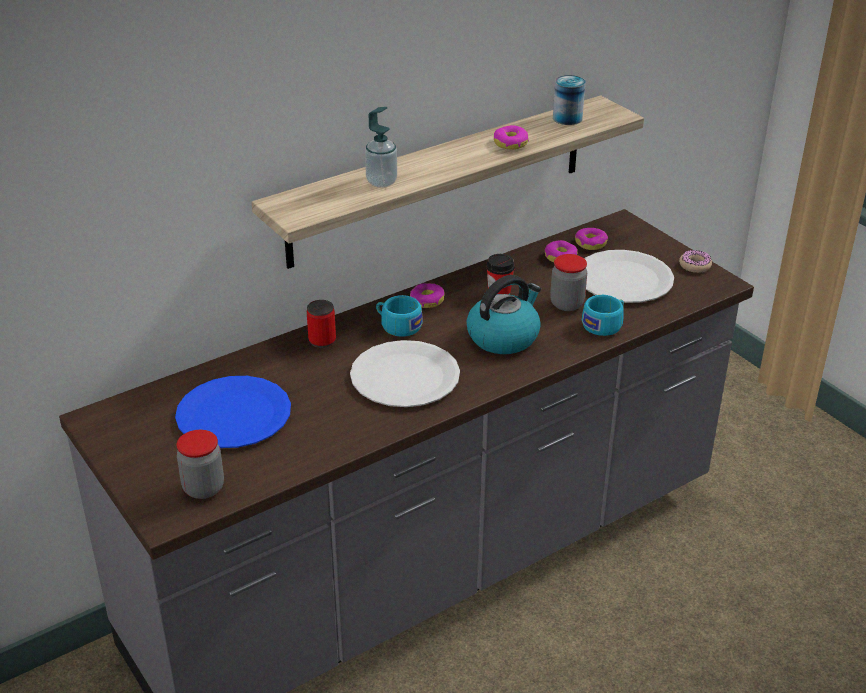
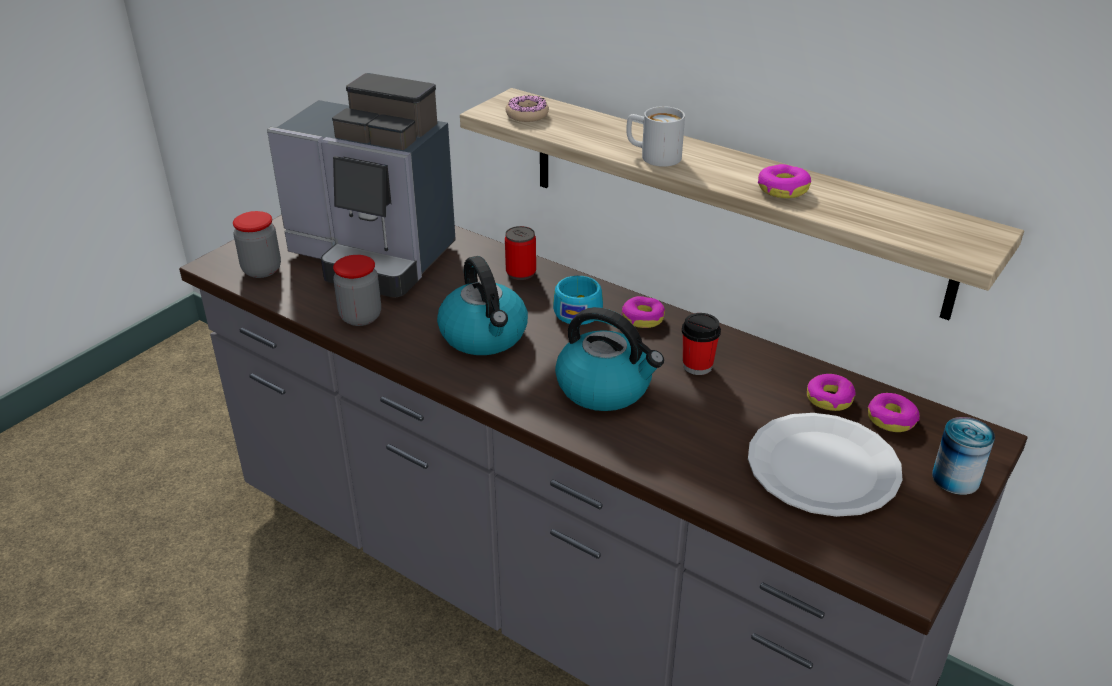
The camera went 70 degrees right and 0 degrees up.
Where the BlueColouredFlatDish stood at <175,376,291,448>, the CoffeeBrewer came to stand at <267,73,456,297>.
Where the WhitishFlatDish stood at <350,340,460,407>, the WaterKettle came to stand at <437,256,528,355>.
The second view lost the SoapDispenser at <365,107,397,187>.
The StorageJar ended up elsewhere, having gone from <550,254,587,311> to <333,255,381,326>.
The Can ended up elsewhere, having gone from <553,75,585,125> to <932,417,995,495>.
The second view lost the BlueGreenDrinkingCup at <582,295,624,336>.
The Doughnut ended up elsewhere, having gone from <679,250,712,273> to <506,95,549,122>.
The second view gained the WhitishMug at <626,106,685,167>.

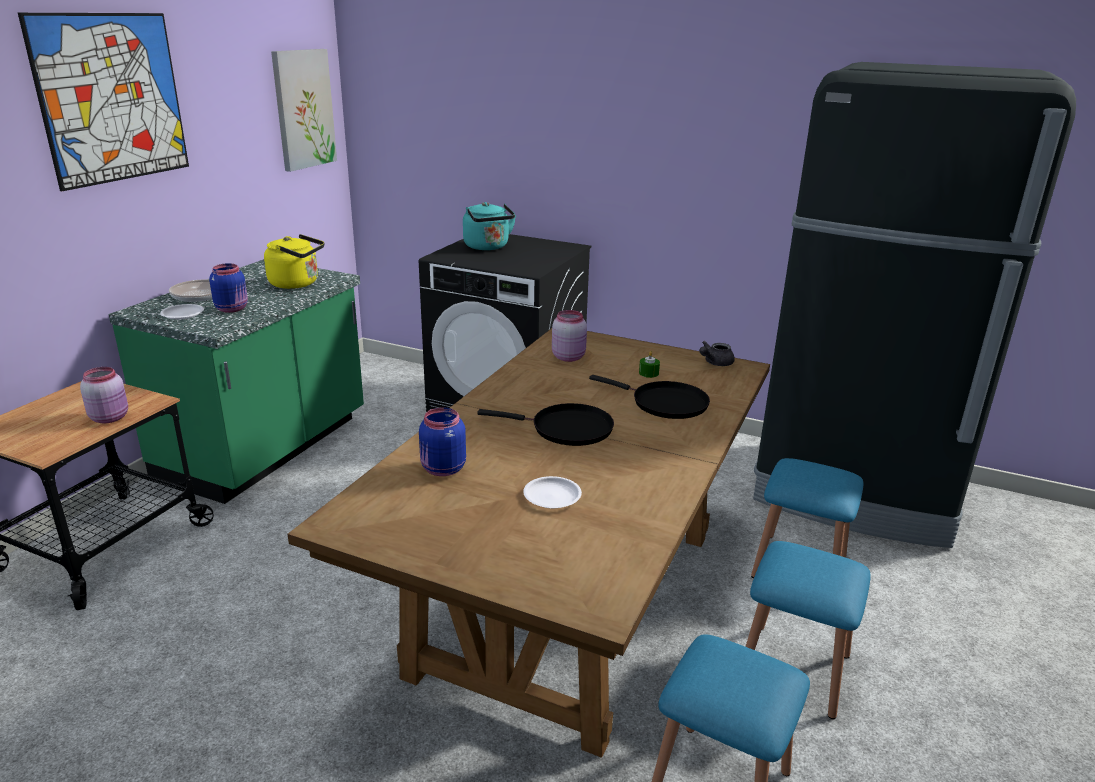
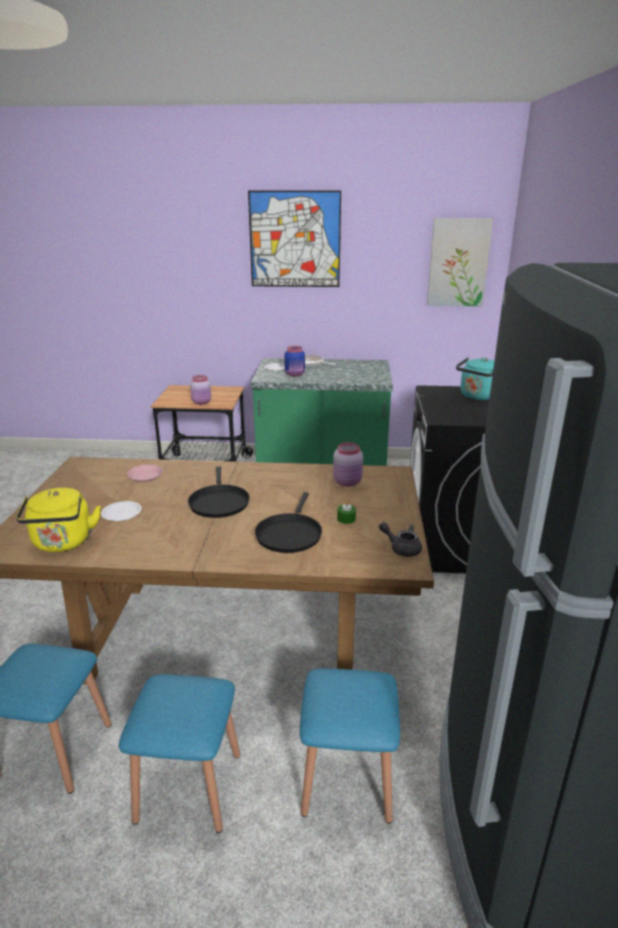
The camera went 70 degrees right and 0 degrees up.
The YellowishWaterKettle ended up elsewhere, having gone from <264,234,324,289> to <16,488,101,552>.
Where the BlueColouredStorageJar stood at <419,407,466,476>, the PinkishFlatDish came to stand at <127,464,163,482>.

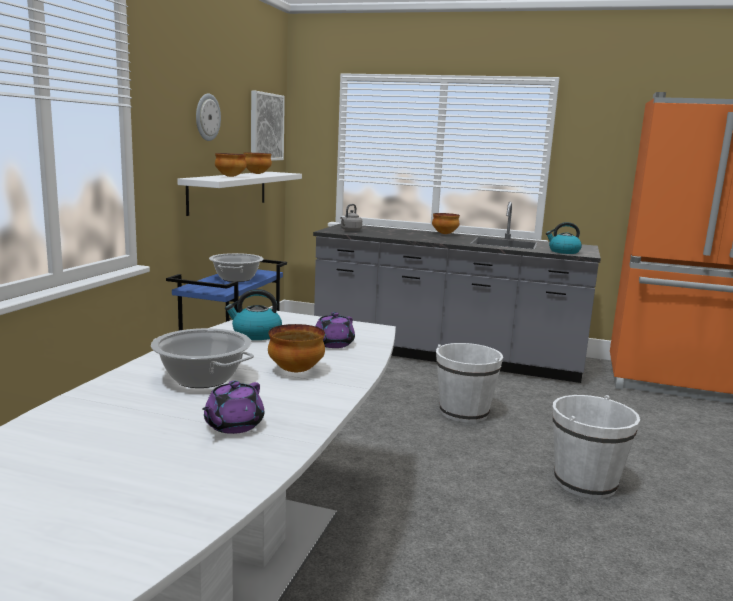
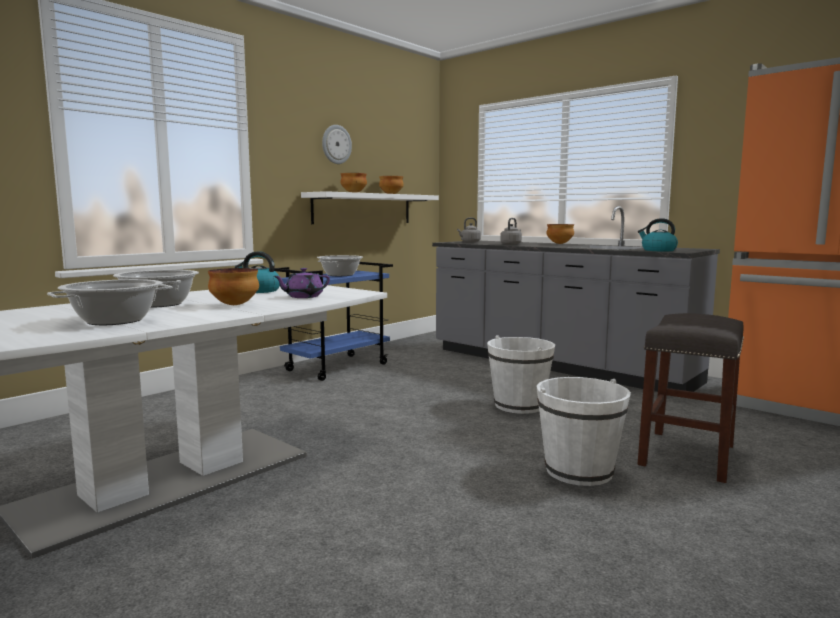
The camera went 25 degrees right and 5 degrees down.
Where the PurpleColouredTeaPot stood at <202,381,264,434>, the Saucepot came to stand at <47,279,173,325>.
The second view lost the Picture at <251,90,285,161>.
The second view gained the GreyWaterKettle at <500,218,522,245>.
The second view gained the GreyStoolSeat at <638,313,744,483>.

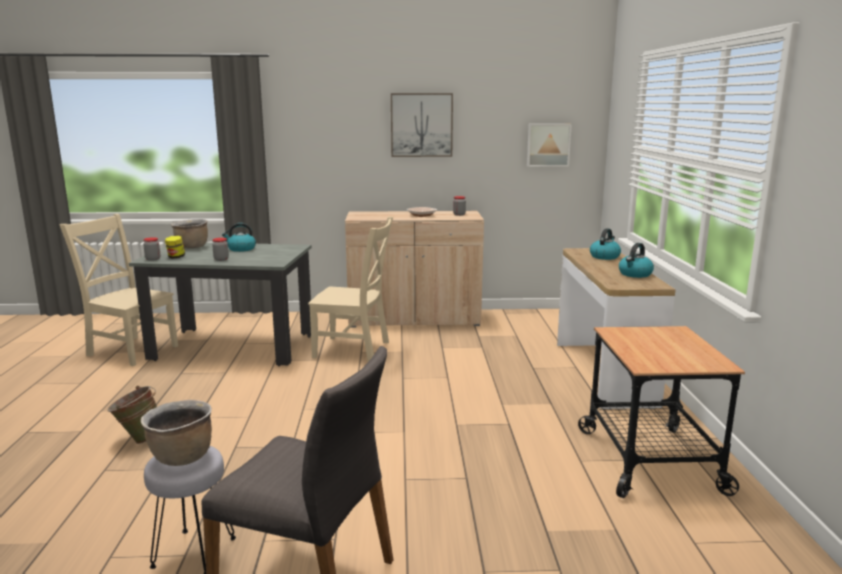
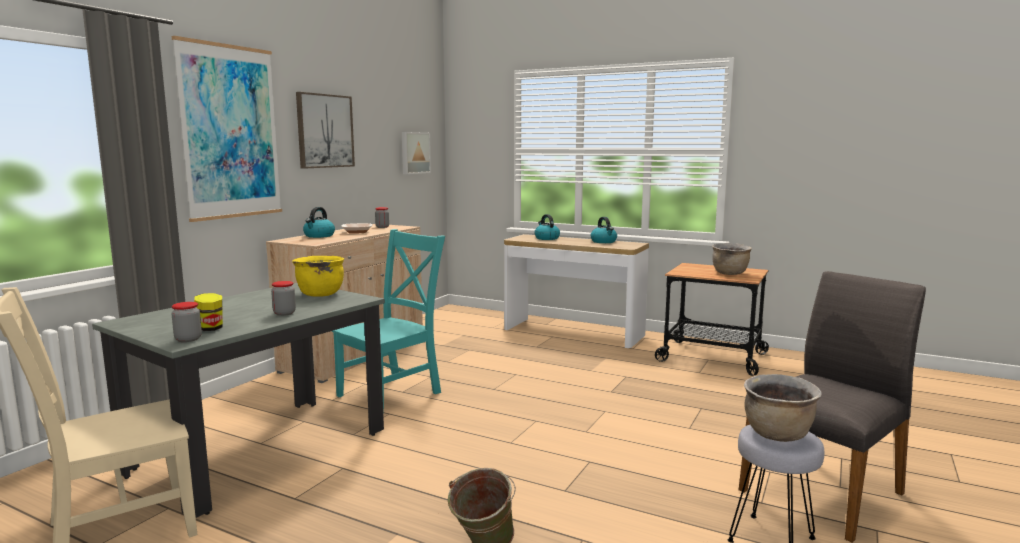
The camera went 60 degrees left and 5 degrees down.
The BrownColouredSaucepot ended up elsewhere, having gone from <171,219,208,248> to <712,243,752,275>.
The WaterKettle ended up elsewhere, having gone from <222,223,256,252> to <303,207,335,238>.
What was the SandColouredChair at <308,217,393,362> turned into the BlueGreenChair at <332,229,445,414>.
The second view gained the Picture at <172,36,282,222>.
The second view gained the YellowishSaucepot at <292,256,344,297>.

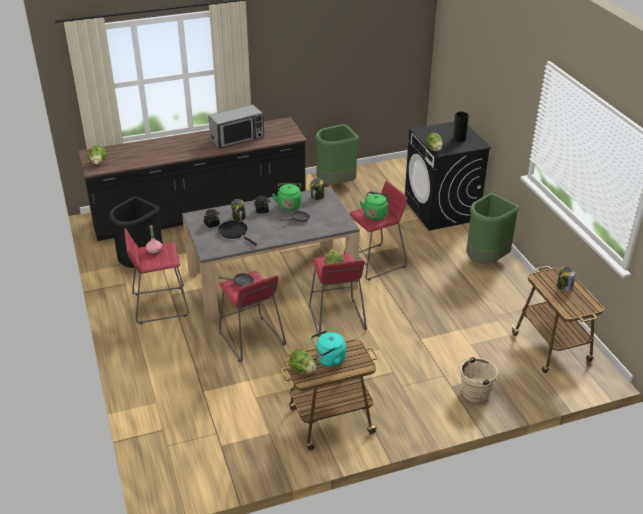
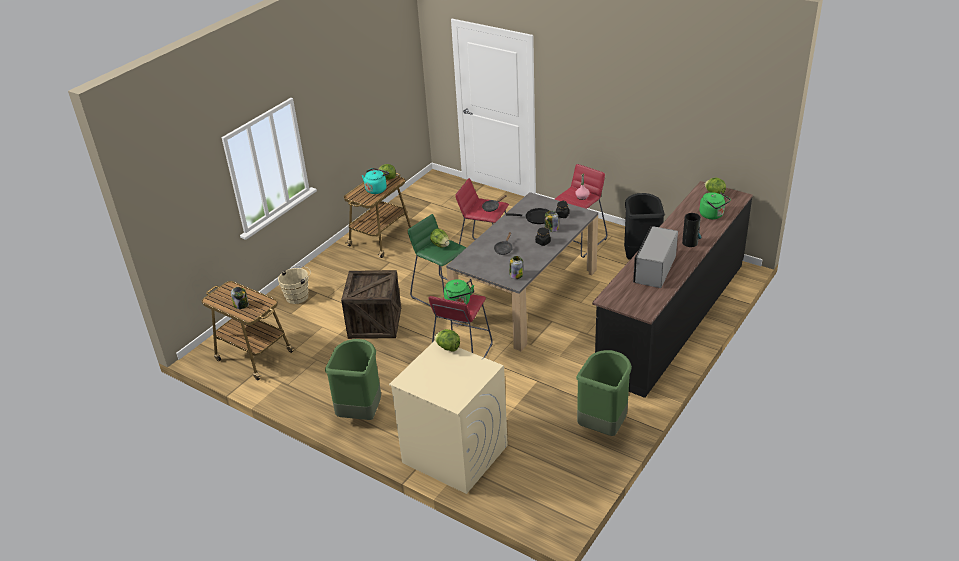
The camera went 145 degrees right and 0 degrees up.
The GreenishWaterKettle ended up elsewhere, having gone from <272,183,302,211> to <699,192,731,219>.
What was the RedStoolSeat at <309,253,367,337> turned into the GreenishStoolSeat at <408,214,474,307>.
What was the BlackLaundryAppliance at <405,122,491,231> turned into the SandColouredLaundryAppliance at <389,341,508,494>.
The FlowerVase ended up elsewhere, having gone from <452,112,469,142> to <682,213,702,247>.
The second view gained the Crate at <341,270,401,339>.

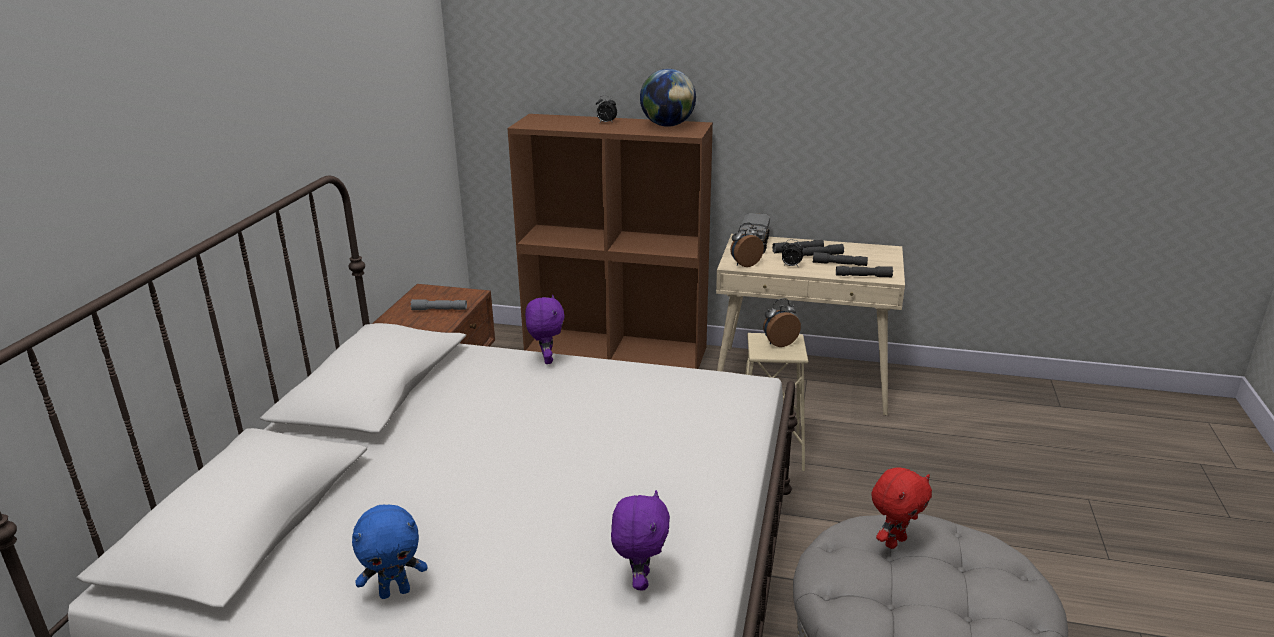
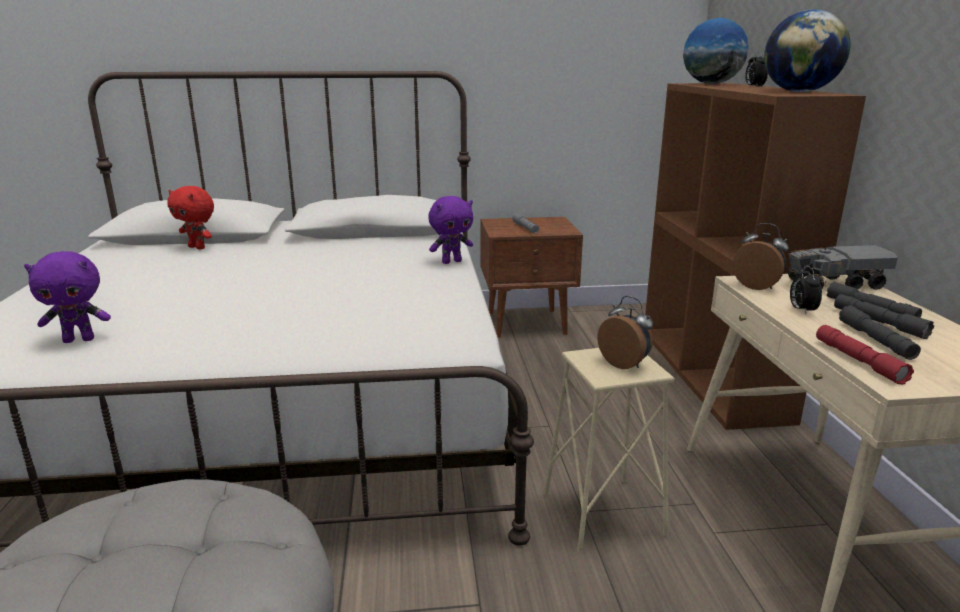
The camera went 70 degrees right and 5 degrees down.
The second view lost the BlueColouredSoftToy at <352,505,428,599>.
What was the GreyHandTorch at <836,266,893,278> turned into the RedHandTorch at <816,325,914,385>.
The RedSoftToy ended up elsewhere, having gone from <871,467,932,549> to <167,186,214,250>.
The second view gained the DeskGlobe at <683,18,749,84>.

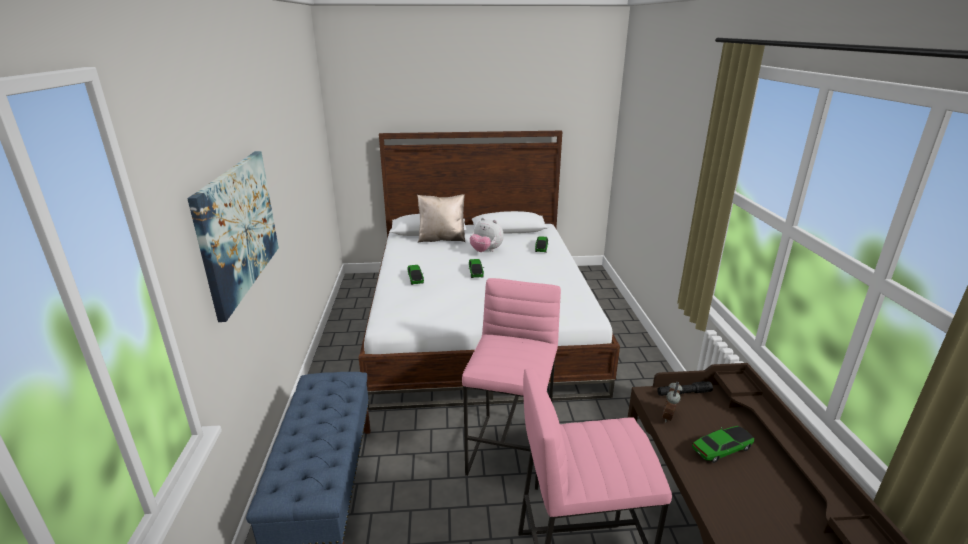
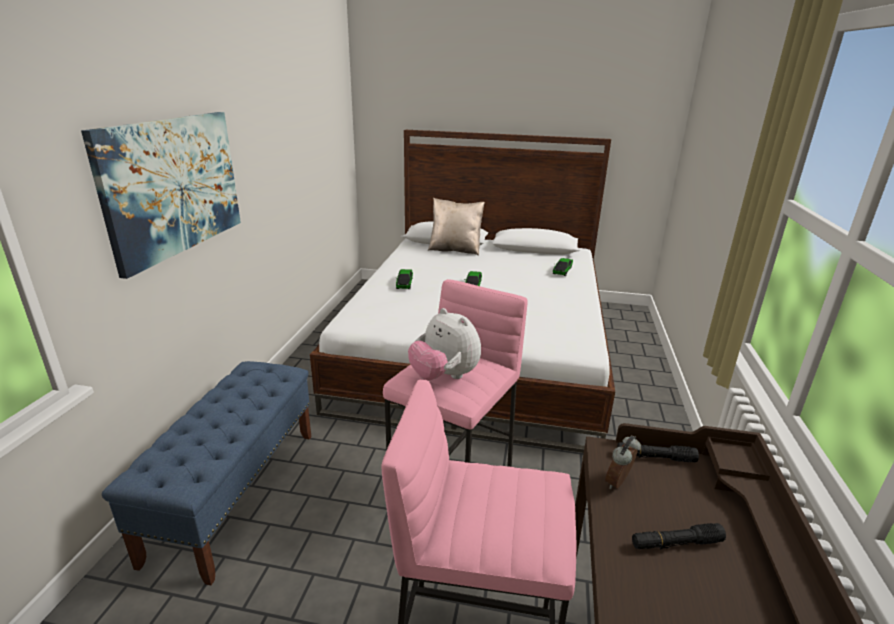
The camera went 15 degrees right and 0 degrees up.
The SoftToy ended up elsewhere, having gone from <470,218,504,252> to <408,308,481,380>.
Where the ModelCar stood at <692,426,754,463>, the BlackHandTorch came to stand at <632,523,726,549>.

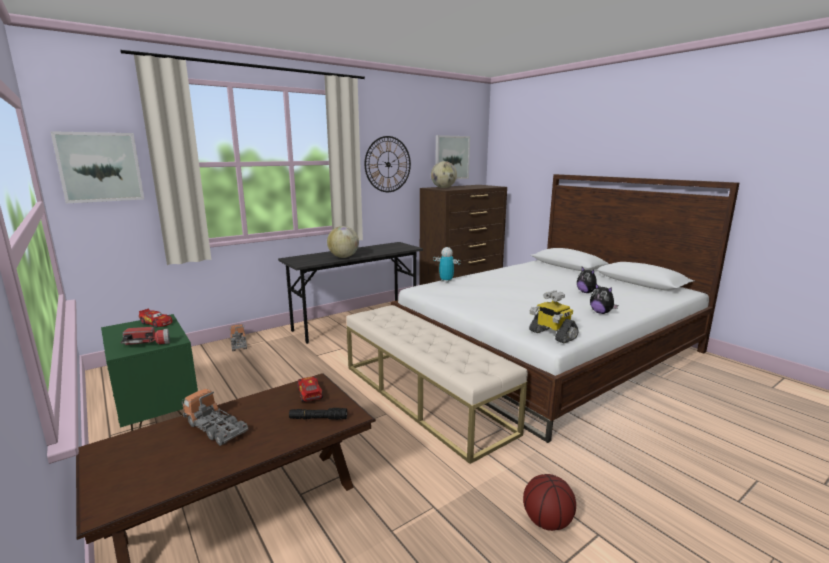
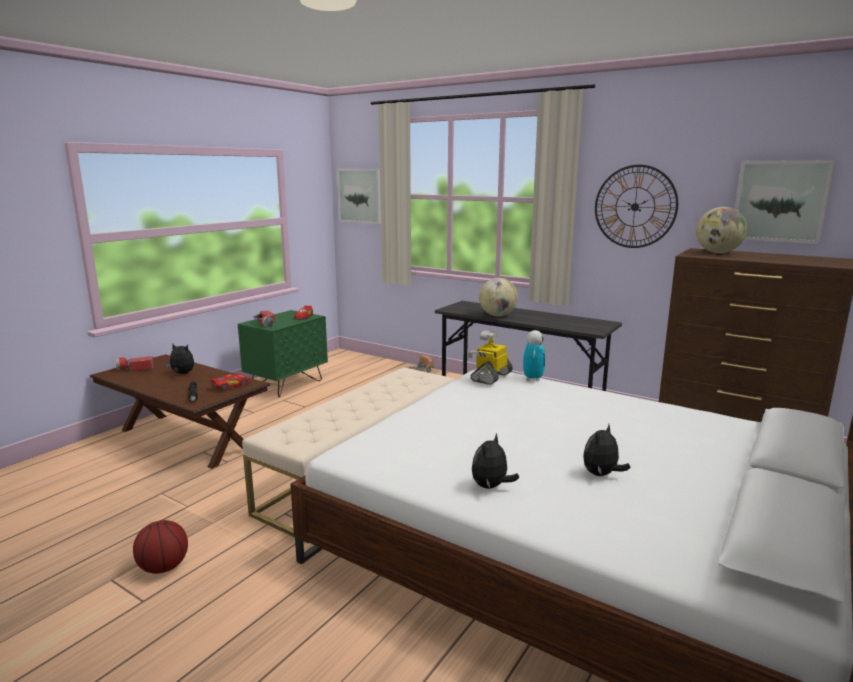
The camera went 70 degrees right and 0 degrees up.
Where the ToyLorry stood at <182,389,249,446>, the SoftToy came to stand at <165,344,194,374>.
The ModelRobot ended up elsewhere, having gone from <529,291,579,343> to <468,330,513,385>.
The second view gained the HandTorch at <115,356,154,371>.

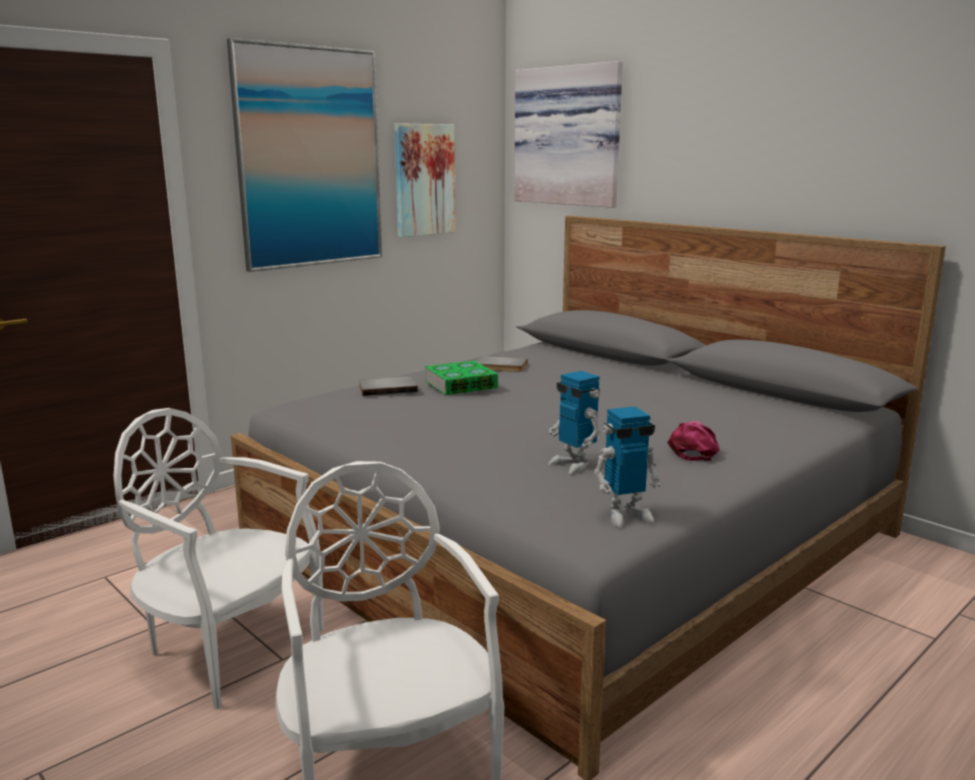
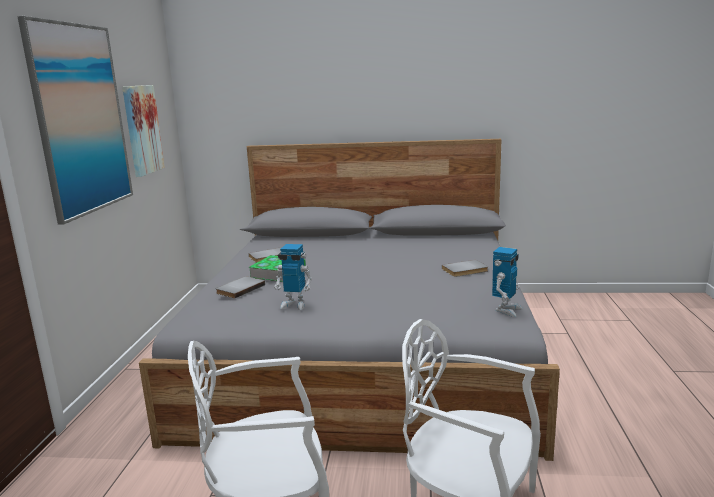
The camera went 40 degrees left and 0 degrees up.
The second view lost the Picture at <514,61,623,208>.
The ModelRobot ended up elsewhere, having gone from <548,371,600,475> to <274,244,312,310>.
Where the PinkishPeakedCap stood at <667,421,720,461>, the GreyBook came to stand at <442,260,488,277>.

